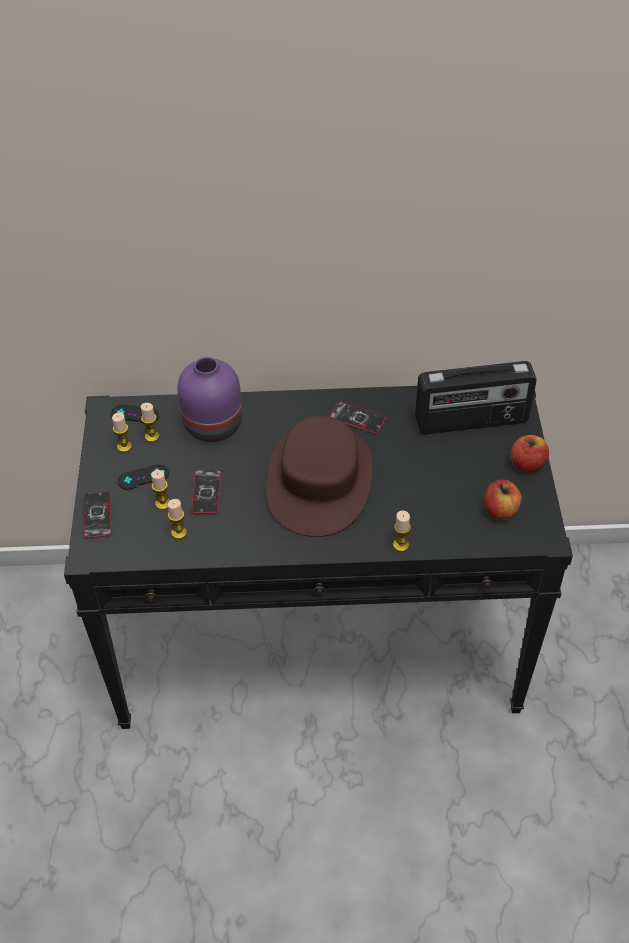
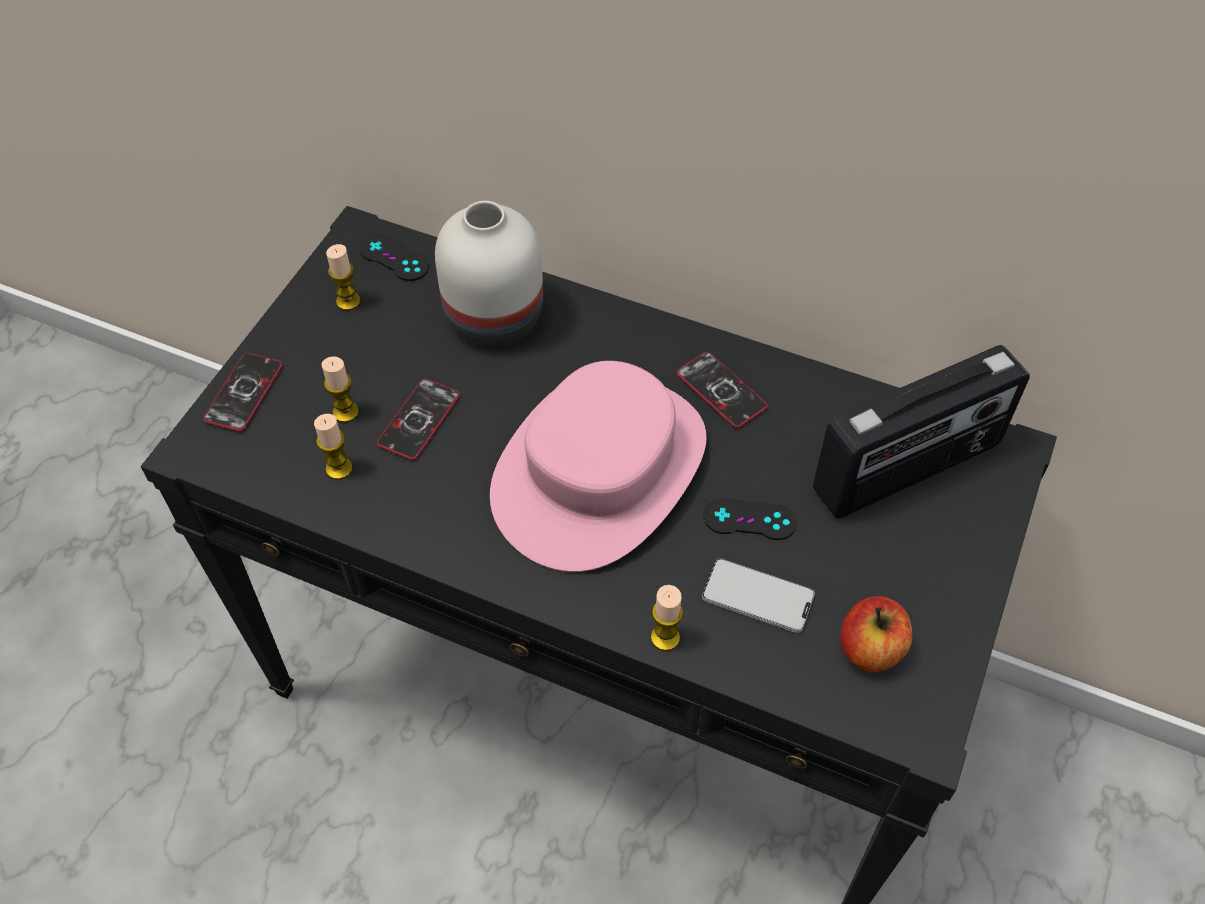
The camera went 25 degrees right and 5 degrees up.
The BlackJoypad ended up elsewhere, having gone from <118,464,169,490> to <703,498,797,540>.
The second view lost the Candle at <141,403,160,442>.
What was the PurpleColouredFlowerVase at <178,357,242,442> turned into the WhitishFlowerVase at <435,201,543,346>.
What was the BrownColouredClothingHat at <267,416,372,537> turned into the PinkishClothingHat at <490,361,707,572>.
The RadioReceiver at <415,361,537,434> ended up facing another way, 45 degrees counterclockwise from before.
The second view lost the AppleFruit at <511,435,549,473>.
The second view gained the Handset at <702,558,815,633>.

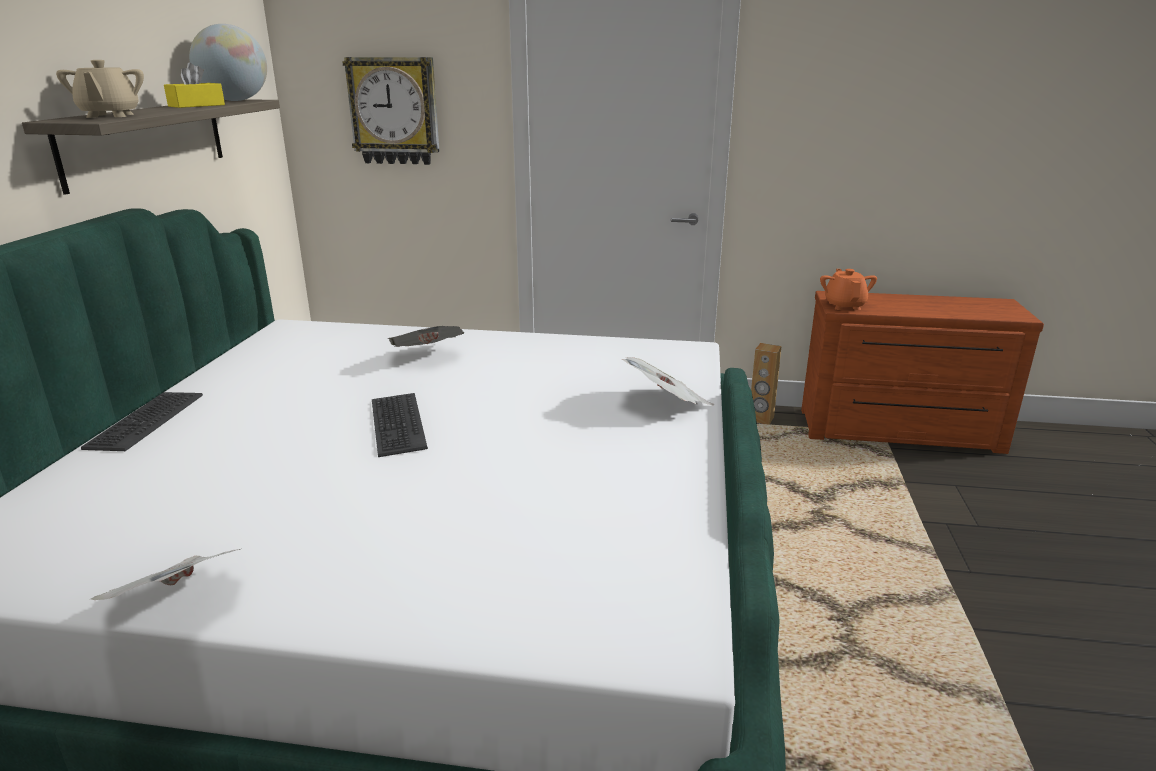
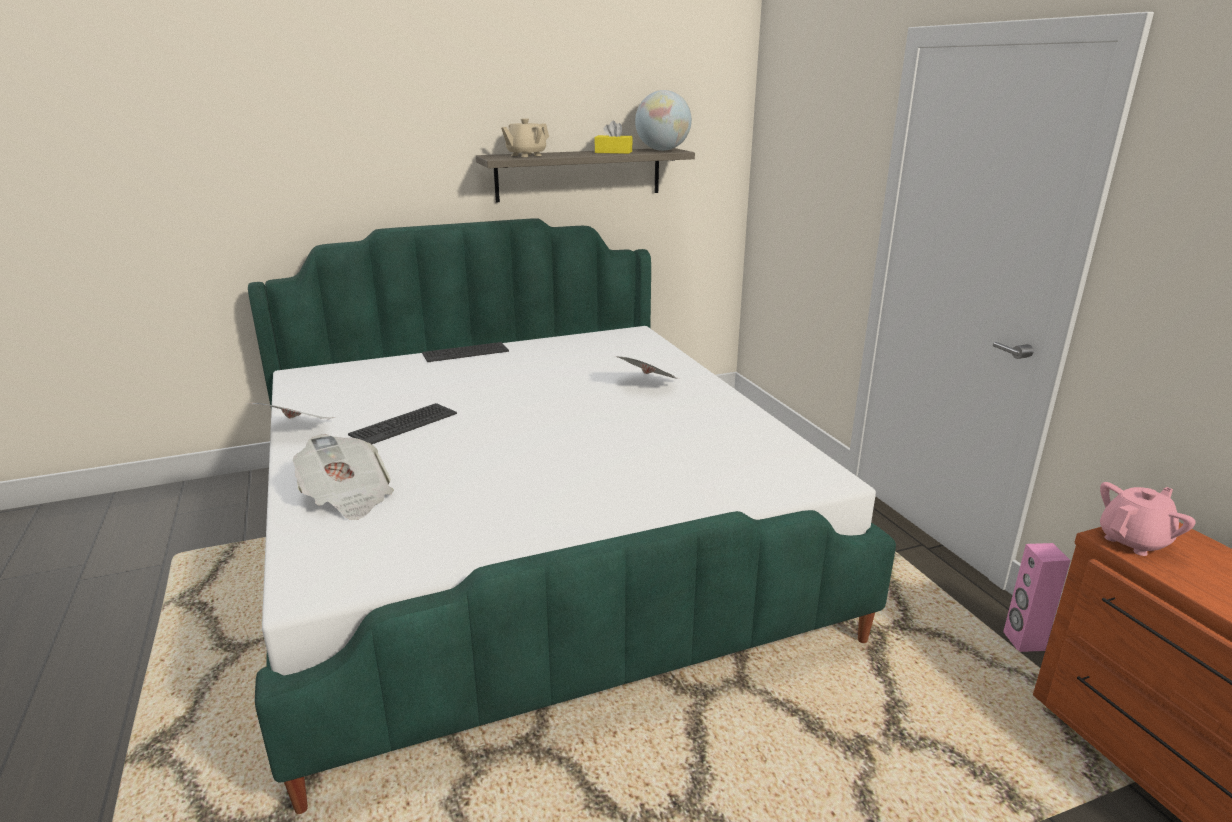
The camera went 60 degrees right and 0 degrees up.
The second view lost the WallClock at <342,57,440,165>.
The Keyboard ended up elsewhere, having gone from <372,393,428,457> to <348,403,457,444>.
The DailyPaper ended up elsewhere, having gone from <622,357,714,405> to <293,434,394,520>.
What was the BrownColouredLoudspeaker at <751,343,781,424> turned into the PinkishLoudspeaker at <1003,543,1071,652>.
What was the OrangeColouredTeaPot at <820,269,877,310> turned into the PinkishTeaPot at <1100,482,1196,556>.

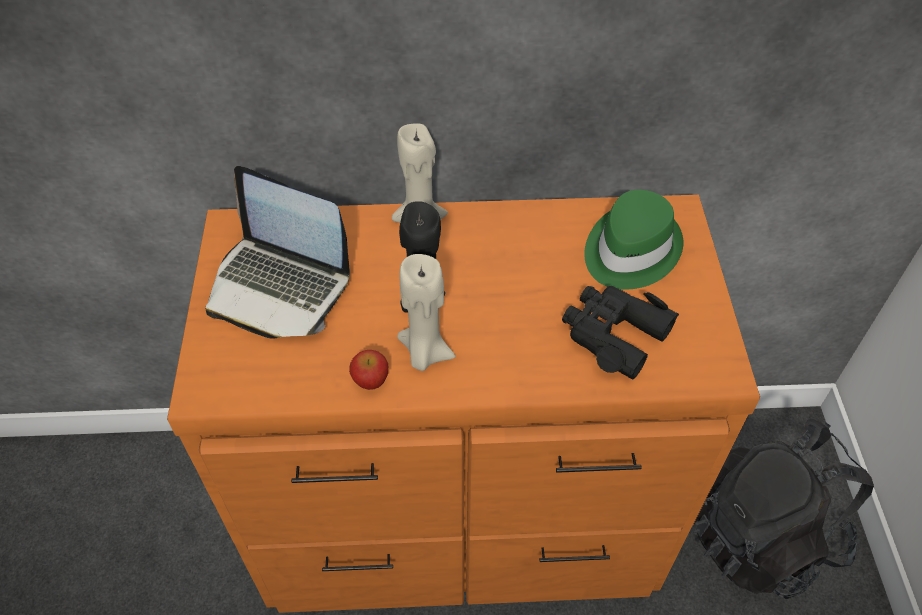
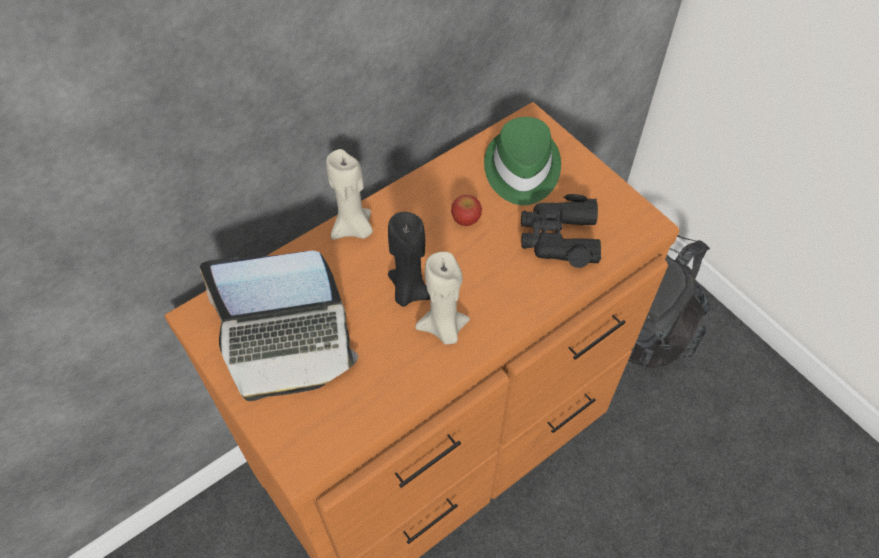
The camera went 35 degrees left and 5 degrees up.
The AppleFruit ended up elsewhere, having gone from <349,350,388,390> to <451,195,482,226>.

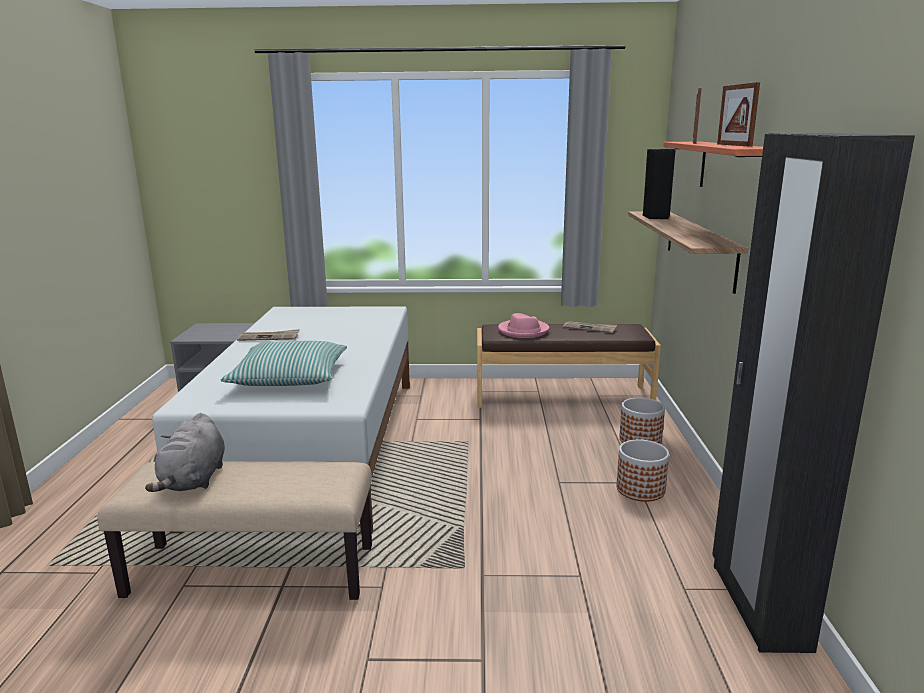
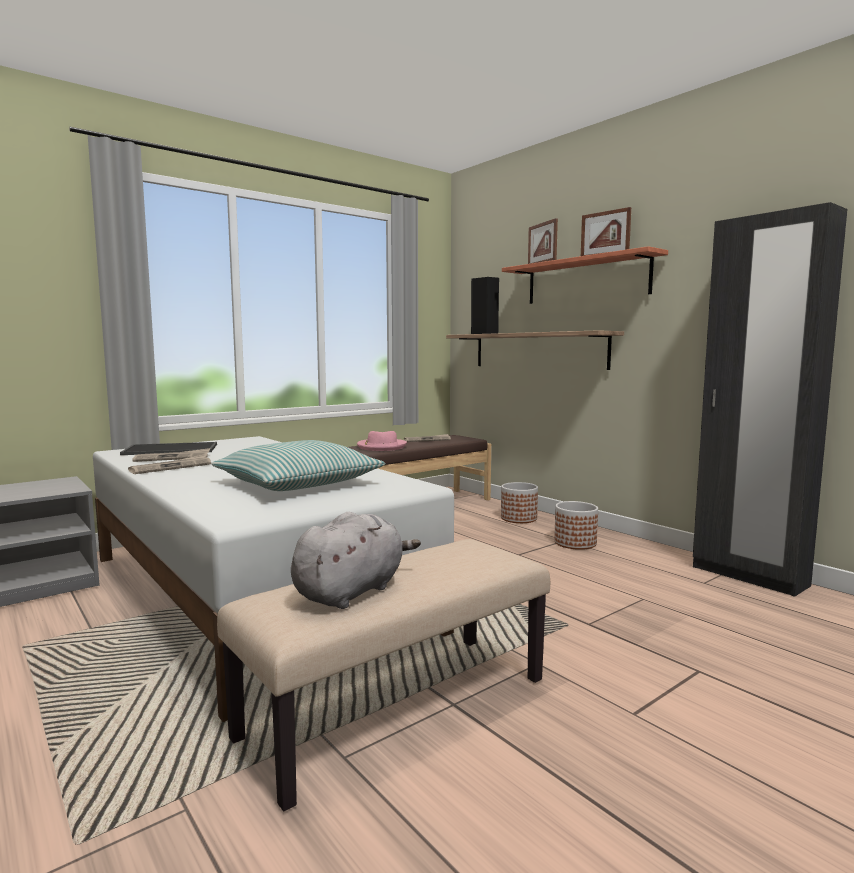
The camera went 40 degrees left and 10 degrees down.
The GreySoftToy at <145,413,225,492> ended up facing another way, 105 degrees counterclockwise from before.
The second view gained the Tray at <120,442,217,455>.
The second view gained the DailyPaper at <132,448,210,462>.

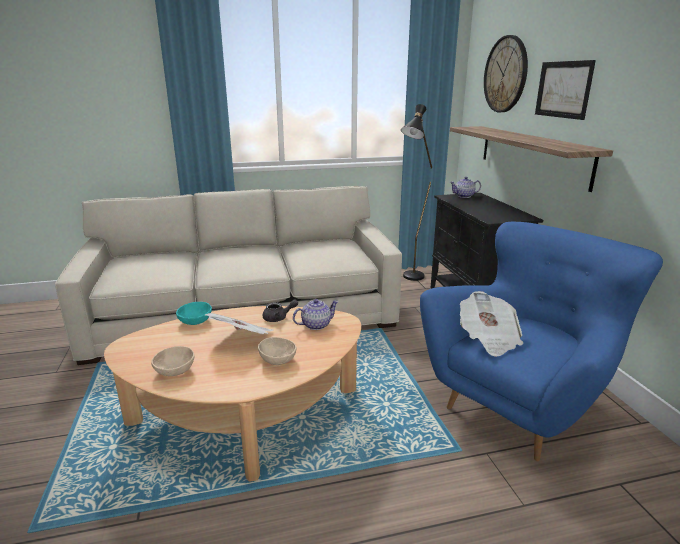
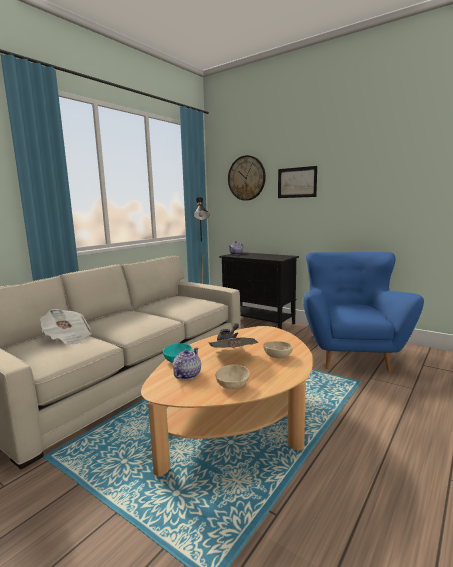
The camera went 40 degrees left and 10 degrees down.
The TeaPot ended up elsewhere, having gone from <293,299,339,330> to <173,348,201,379>.
The second view lost the Shelf at <450,126,613,192>.
The DailyPaper ended up elsewhere, having gone from <460,291,523,357> to <40,309,92,346>.

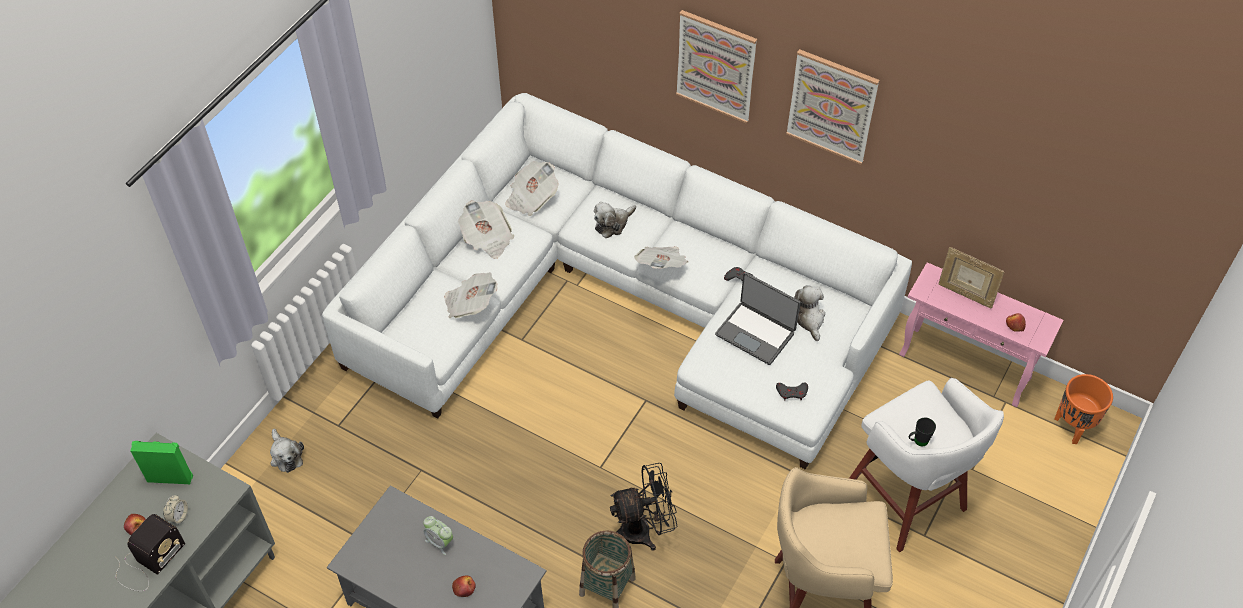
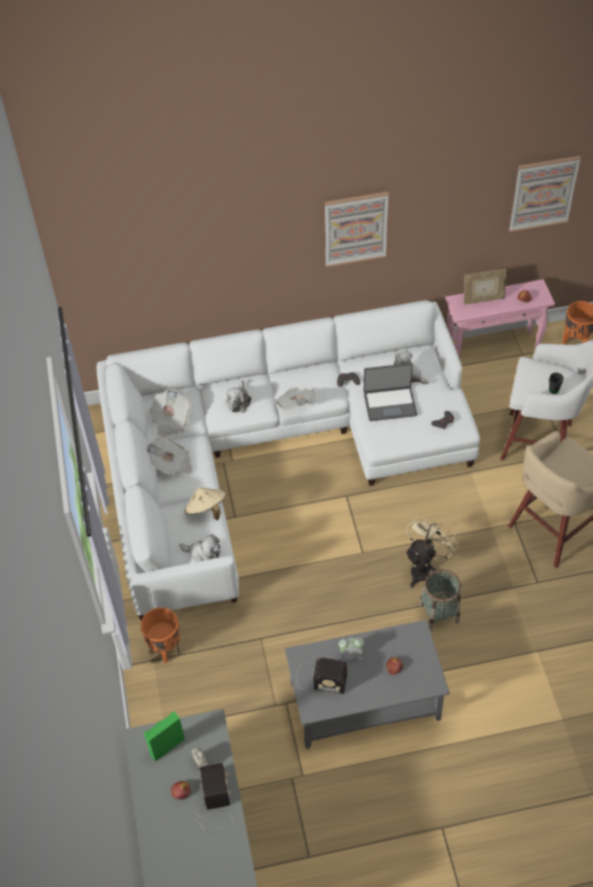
The camera went 40 degrees left and 0 degrees up.
The SoftToy ended up elsewhere, having gone from <270,429,304,473> to <179,534,221,562>.
Where the DailyPaper stood at <444,272,497,318>, the SandColouredClothingHat came to stand at <184,487,226,520>.
What was the BlackFan at <610,463,677,551> turned into the SandColouredFan at <405,514,459,588>.
The Picture ended up elsewhere, having gone from <676,10,757,124> to <509,156,581,232>.
The second view gained the OrangeColouredPlanter at <141,607,180,663>.
The second view gained the RadioReceiver at <296,657,347,694>.

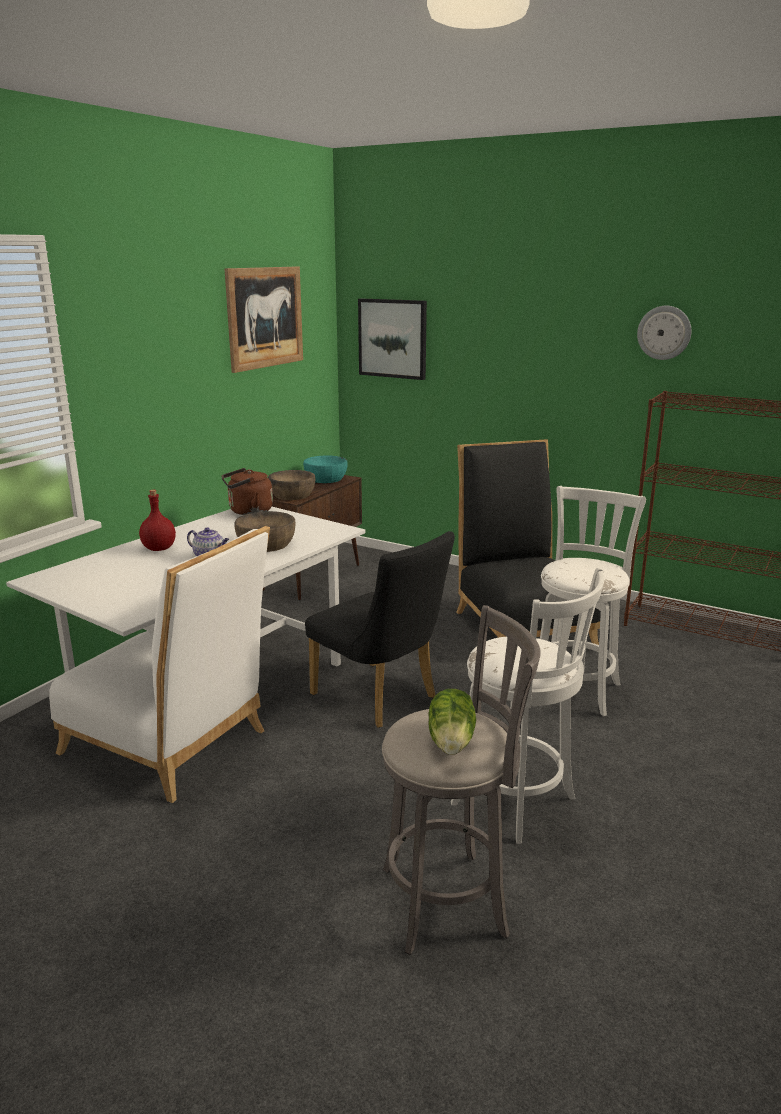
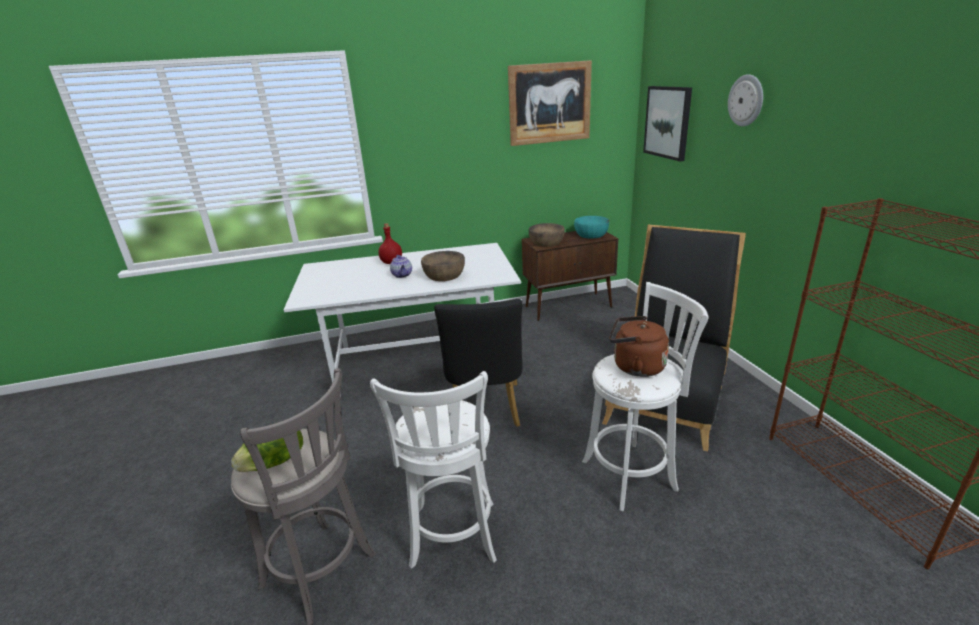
The camera went 45 degrees right and 5 degrees up.
The second view lost the WhitishChair at <49,526,270,803>.
The BrownColouredWaterKettle ended up elsewhere, having gone from <221,468,273,515> to <609,316,669,377>.
The WallClock ended up elsewhere, having gone from <637,306,692,360> to <728,74,763,126>.

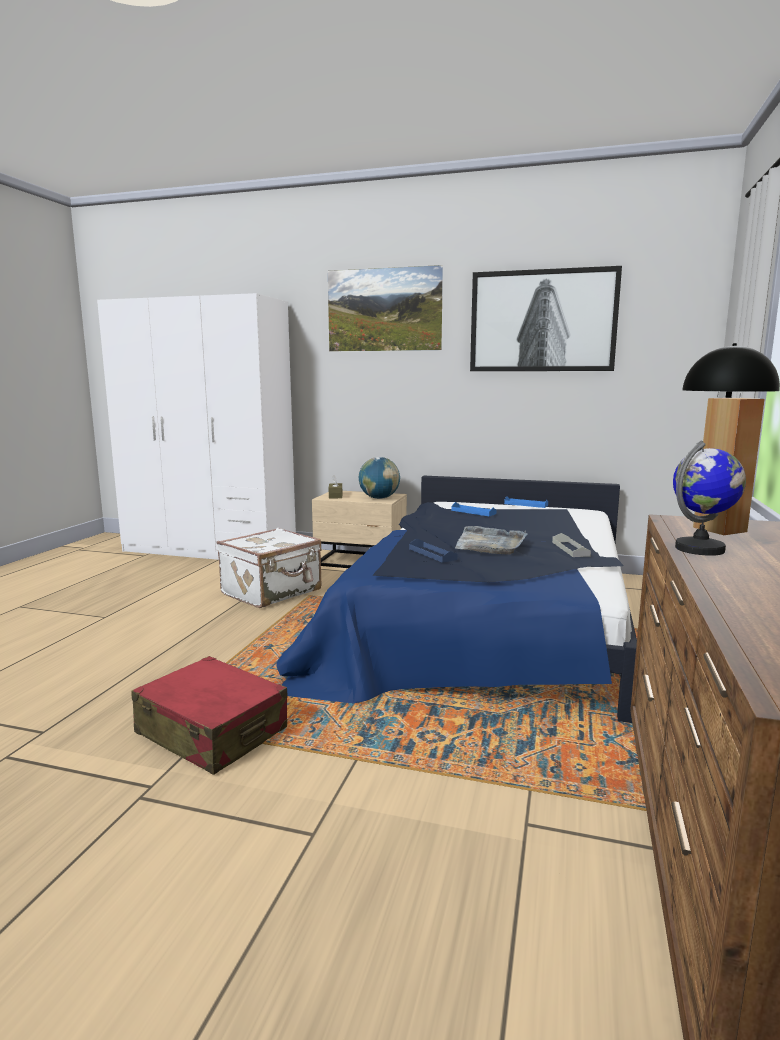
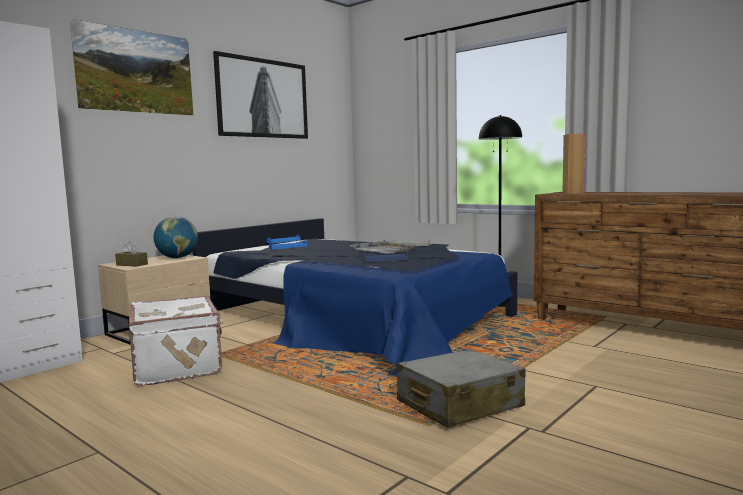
The camera went 65 degrees left and 5 degrees down.
What was the RedTravelCase at <131,656,287,775> turned into the GreyTravelCase at <397,349,525,428>.
The second view lost the DeskGlobe at <673,441,746,556>.

